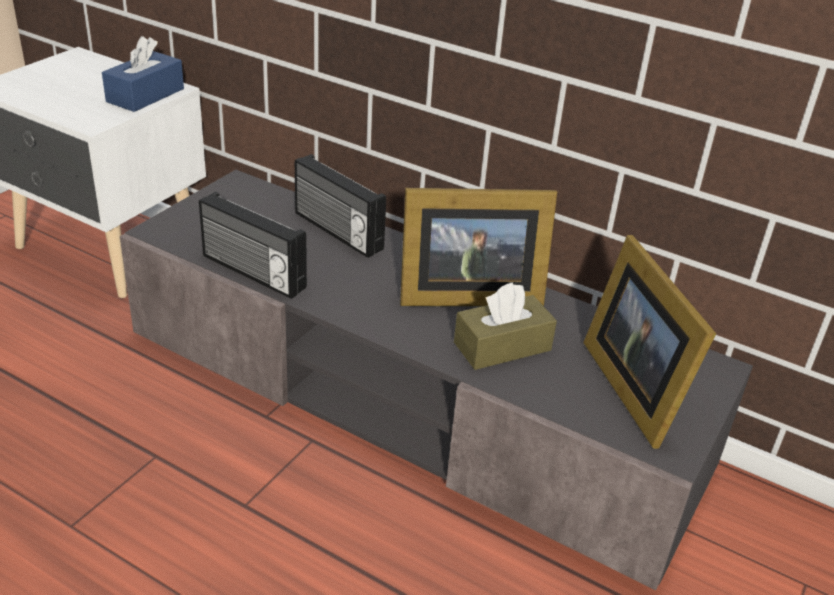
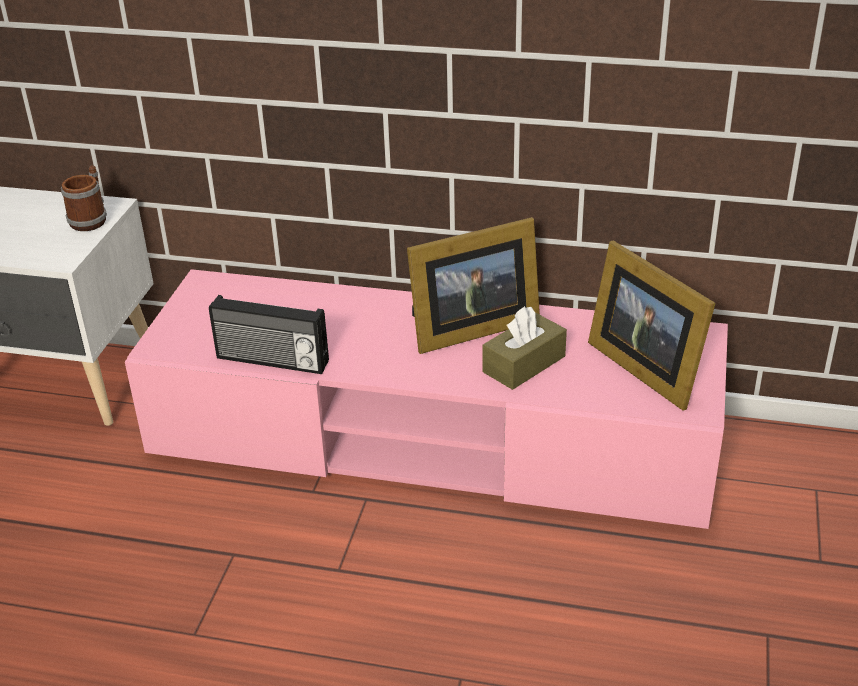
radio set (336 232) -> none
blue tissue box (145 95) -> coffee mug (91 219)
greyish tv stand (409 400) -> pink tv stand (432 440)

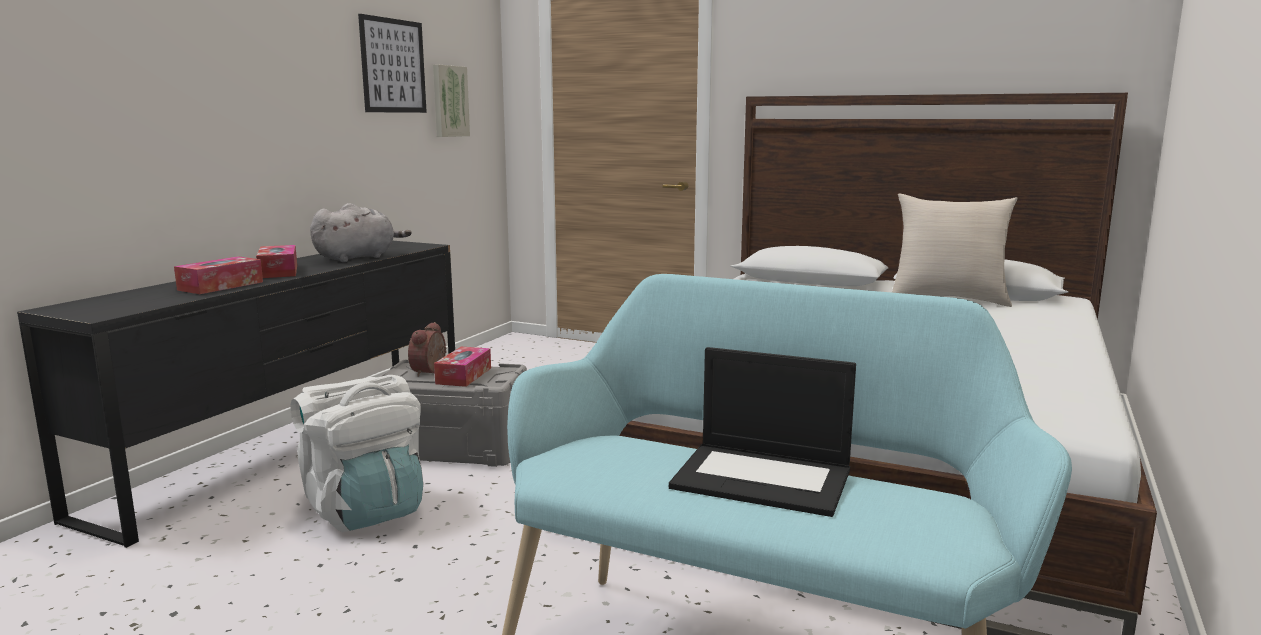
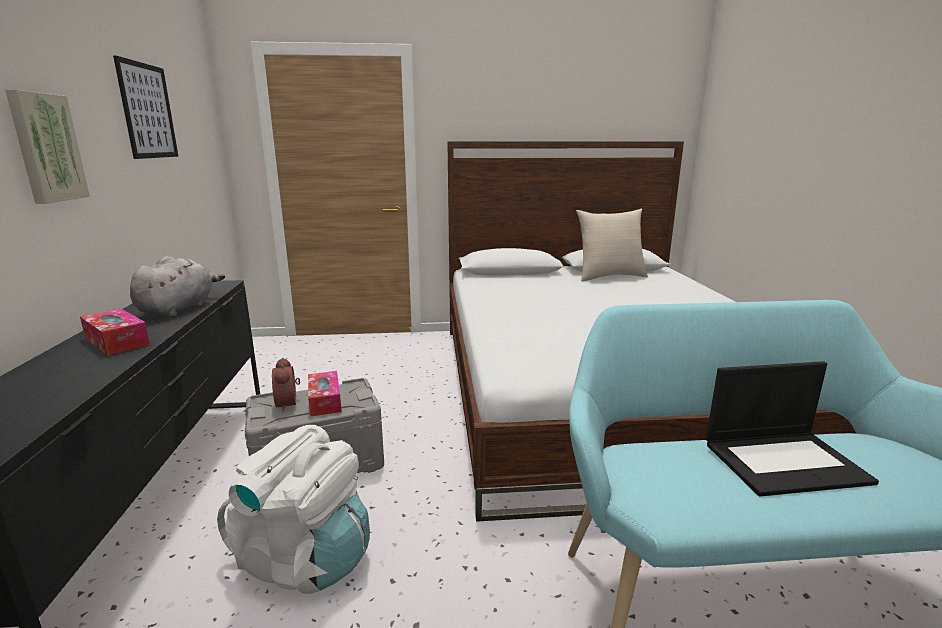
tissue box (221 286) -> none
wall picture (449 101) -> wall picture (46 148), shifted

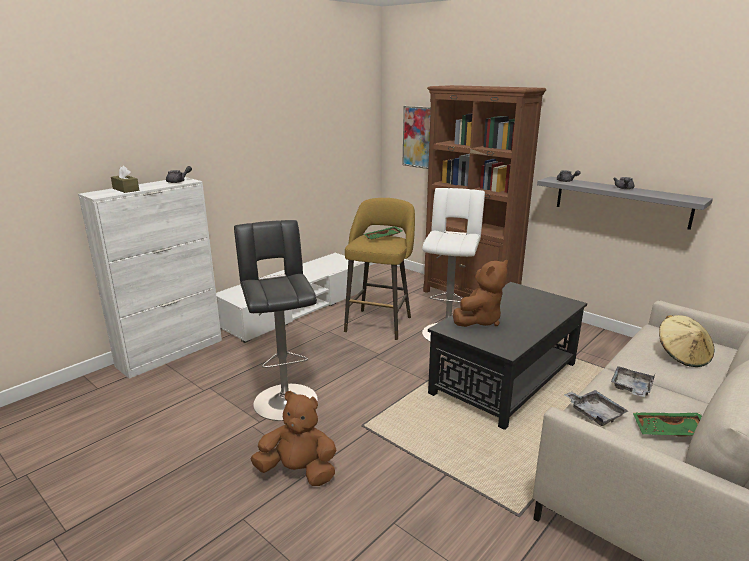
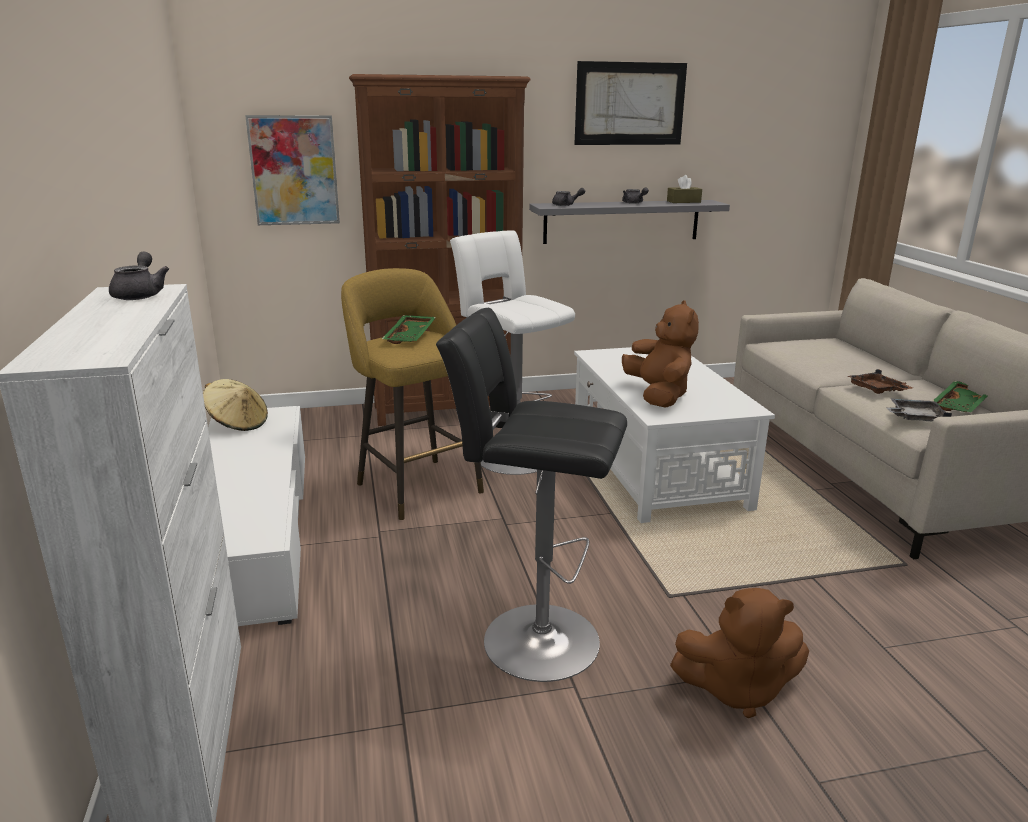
none -> wall picture (630 104)
brown-coloured tissue box (126 189) -> brown-coloured tissue box (683 201), shifted
beige wearable hat (682 356) -> beige wearable hat (237 424), shifted
black low table (504 378) -> whitish low table (656 469)
greyish serving tray (631 388) -> brown-coloured serving tray (877 390)
brown-coloured cuddly toy (298 471) -> brown-coloured cuddly toy (736 689), 135 degrees counterclockwise

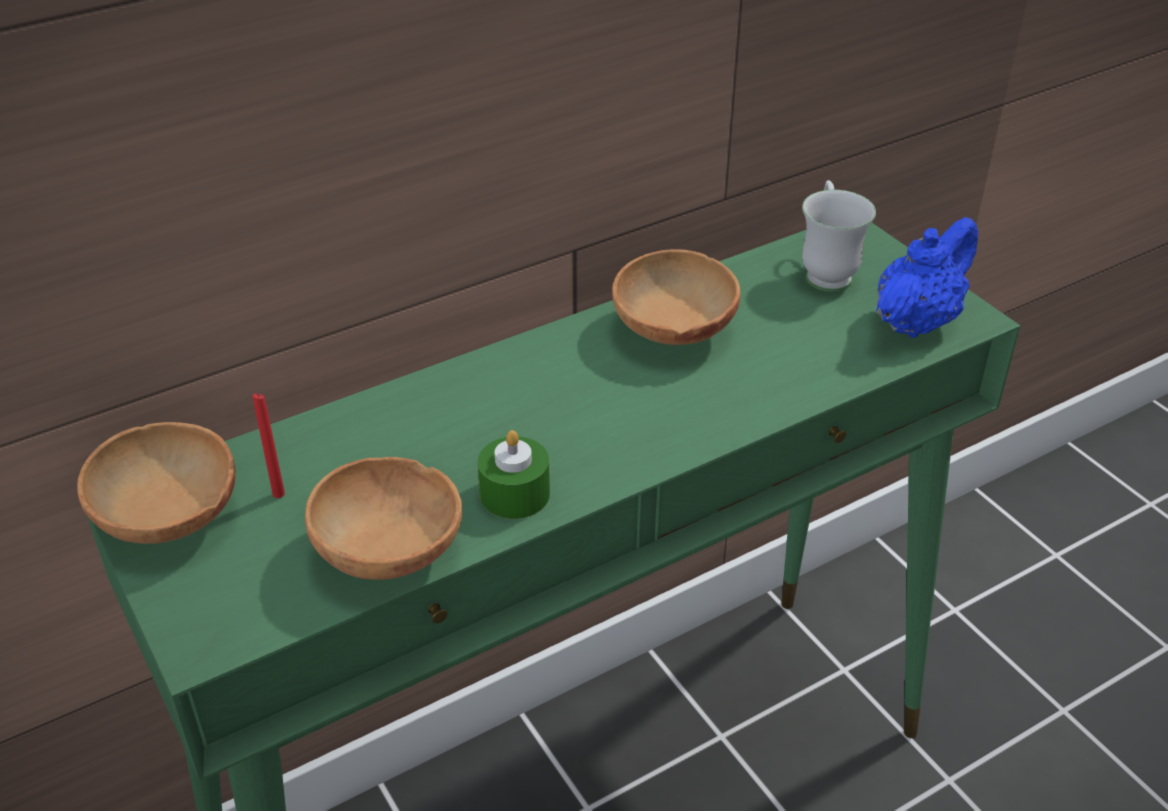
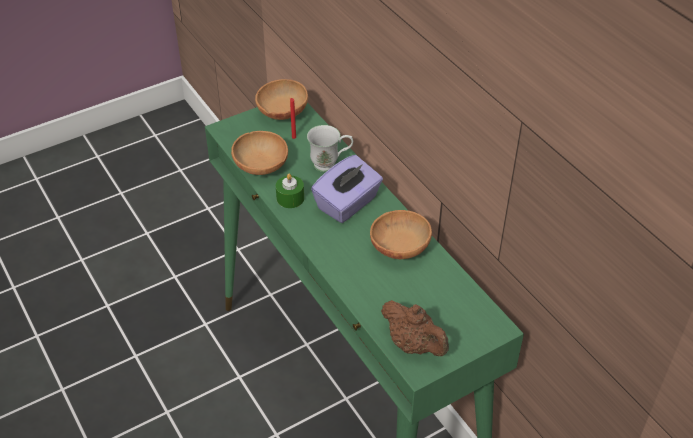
none -> purple tissue box (347 204)
whitish coffee mug (826 271) -> whitish coffee mug (330 164), shifted
blue teapot (916 321) -> brown-coloured teapot (414 345)

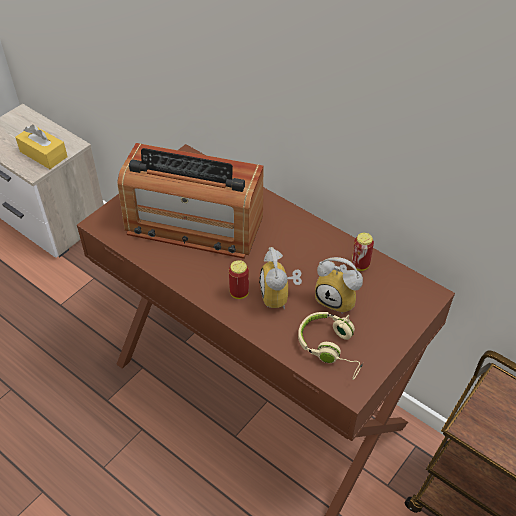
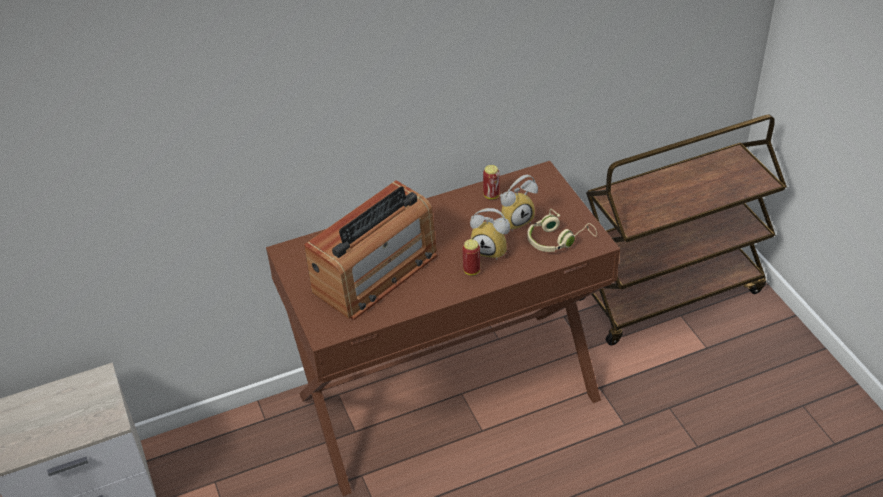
yellow-coloured tissue box (43 154) -> none

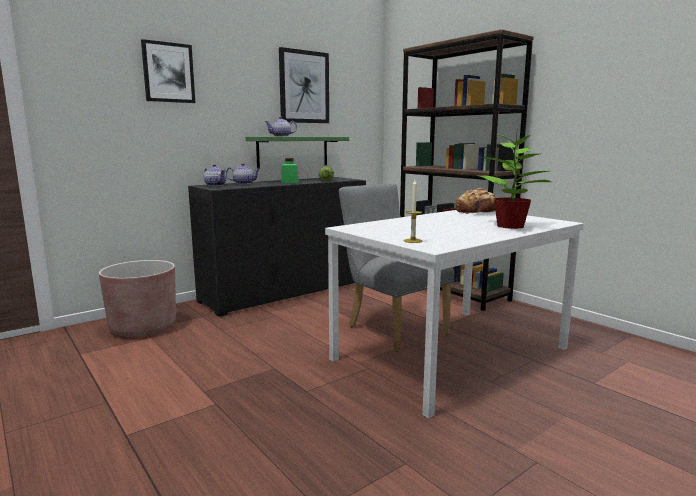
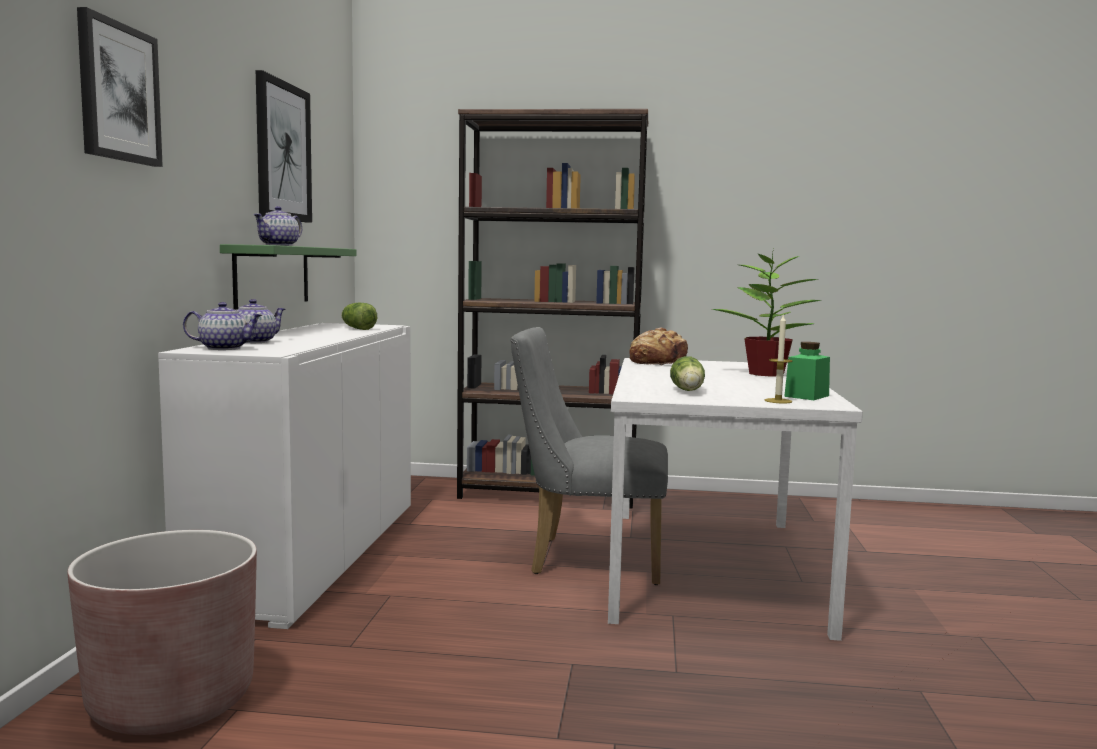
none -> lettuce (687 391)
greenish storage jar (289 182) -> greenish storage jar (806 396), shifted
black cabinet (285 292) -> whitish cabinet (312 554)

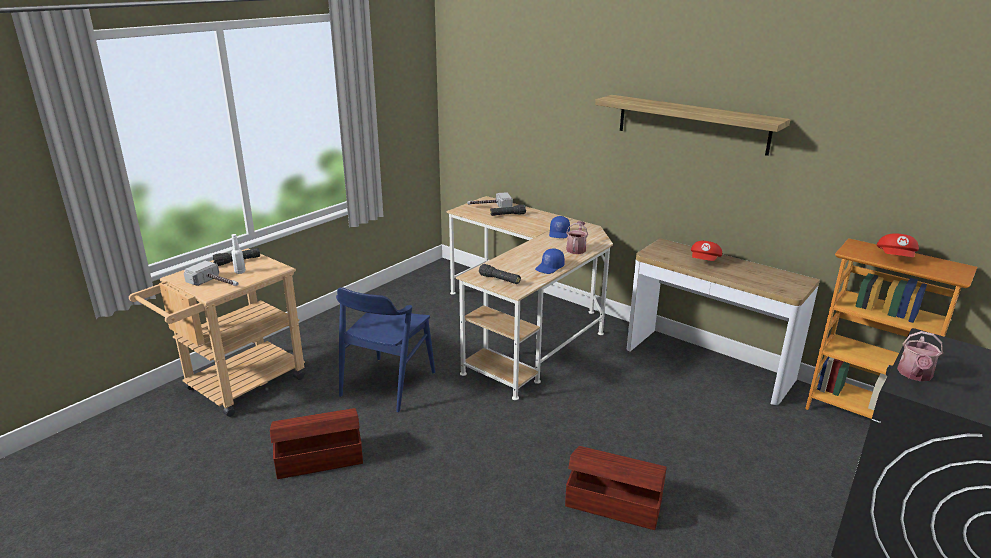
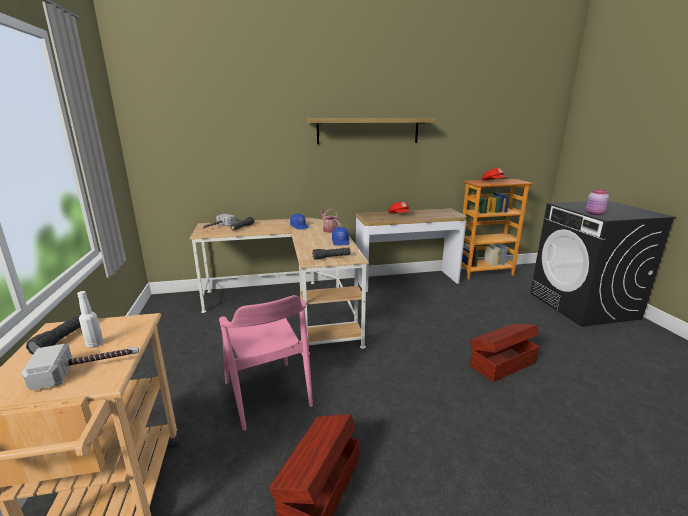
watering can (914 375) -> pink storage jar (594 214)
blue upright chair (387 384) -> pink upright chair (267 394)

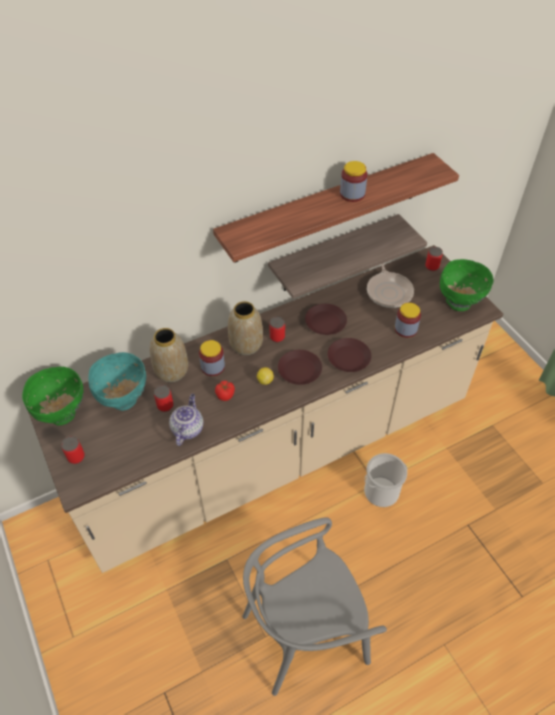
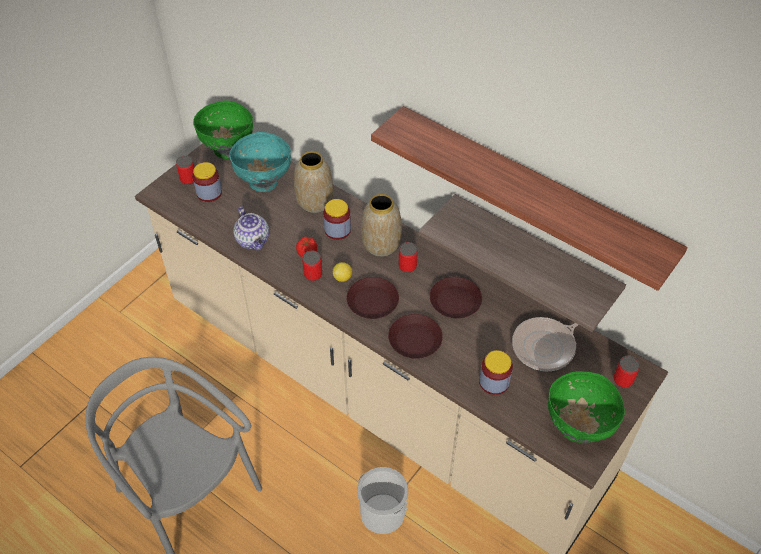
metal can (165 405) -> metal can (313 274), shifted
storage jar (352 194) -> storage jar (209 193), shifted
teapot (187 428) -> teapot (253 240), 75 degrees clockwise

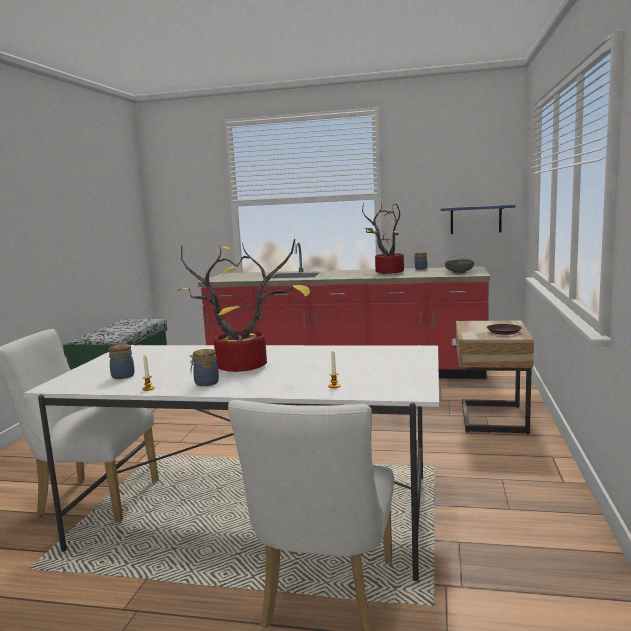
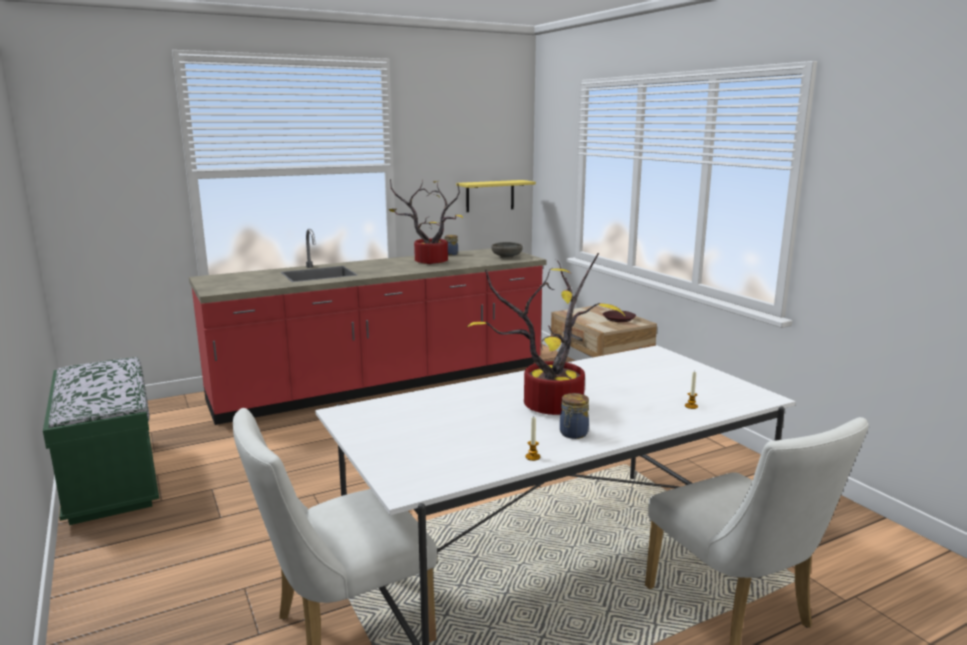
storage jar (123 376) -> none
blue shelf (475 219) -> yellow-coloured shelf (490 196)

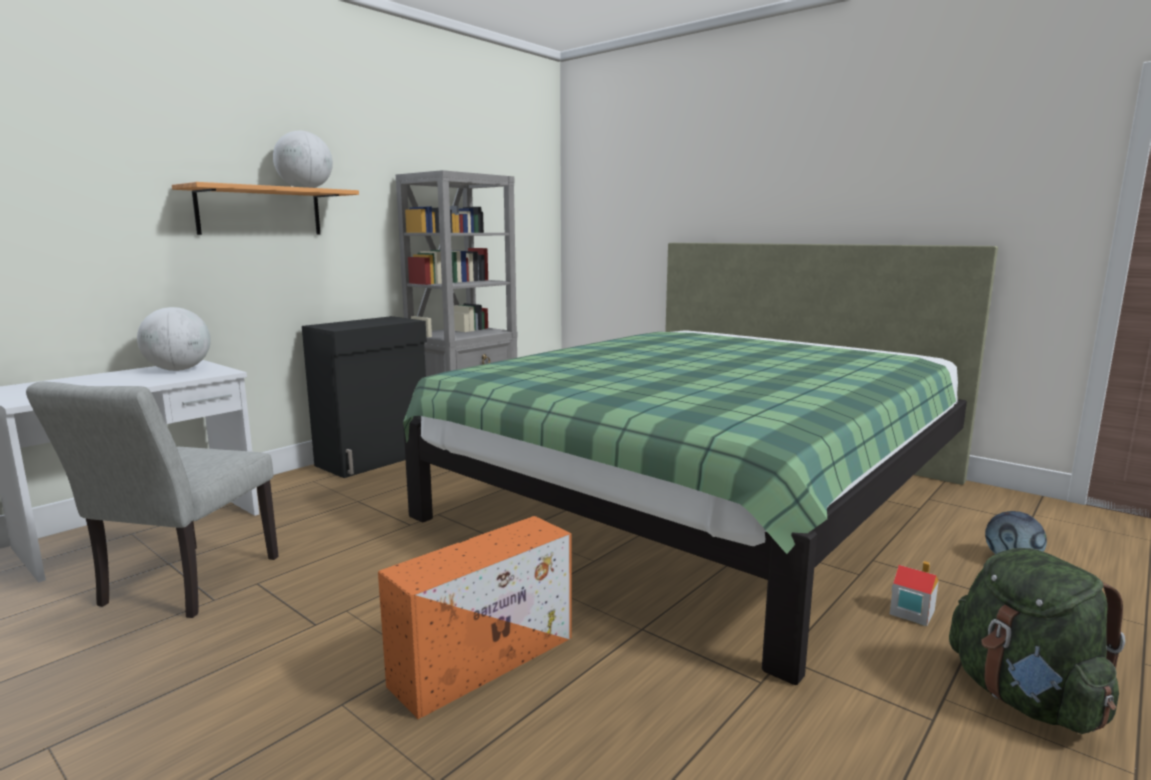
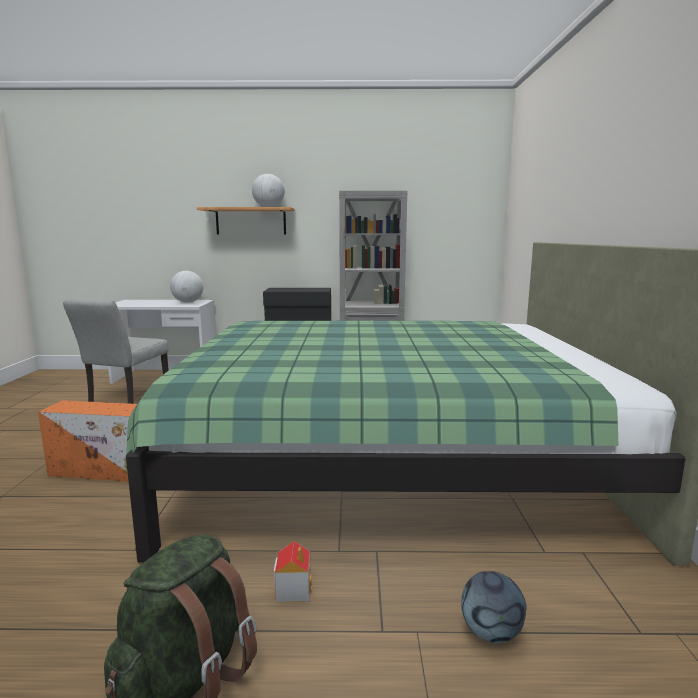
greyish upright chair (182 586) -> greyish upright chair (125 400), 45 degrees counterclockwise

